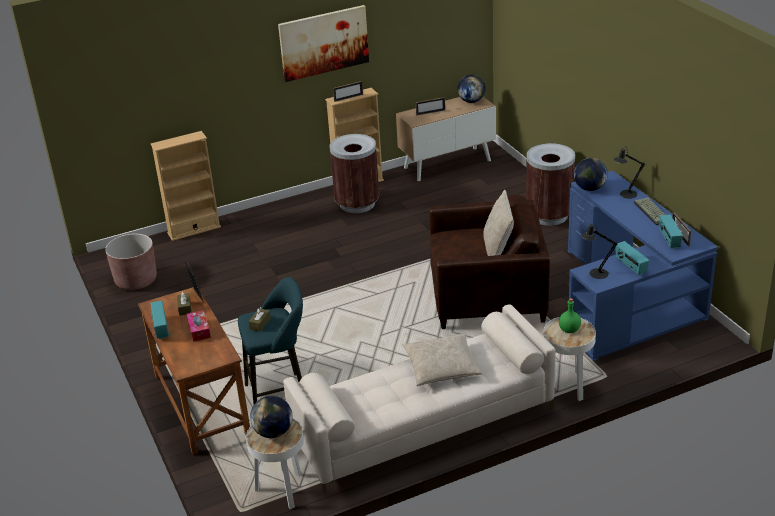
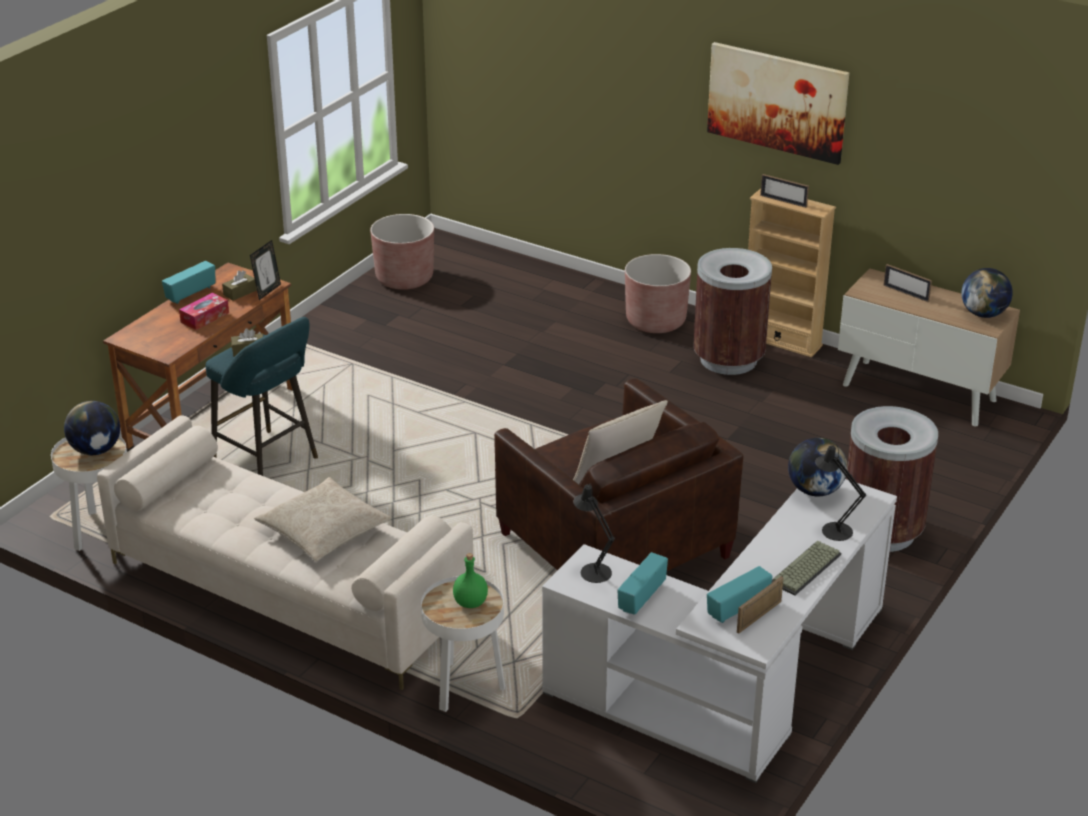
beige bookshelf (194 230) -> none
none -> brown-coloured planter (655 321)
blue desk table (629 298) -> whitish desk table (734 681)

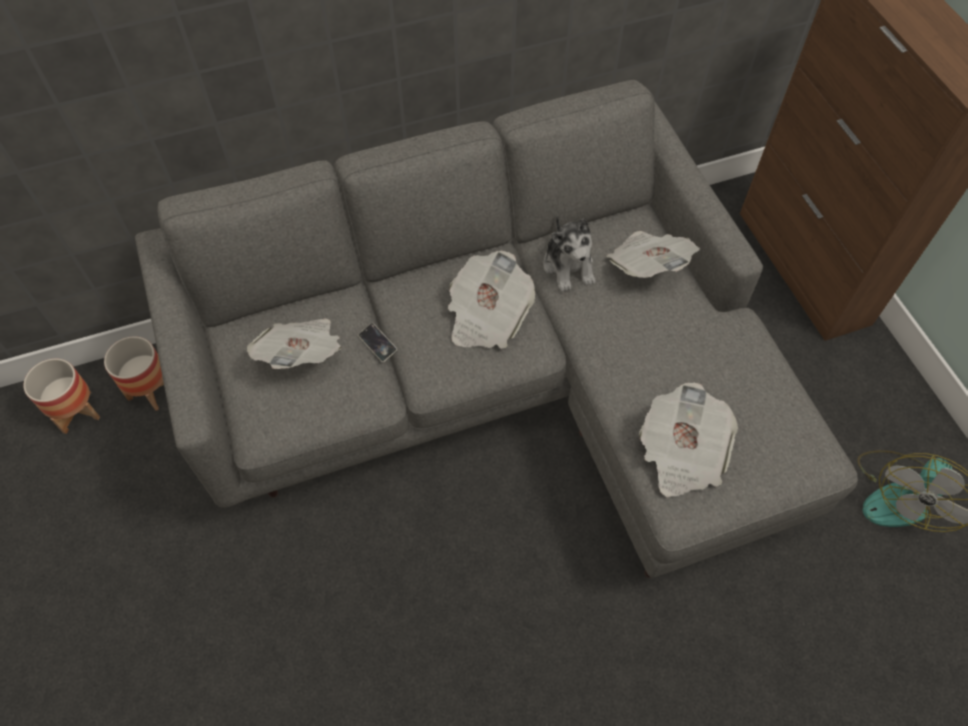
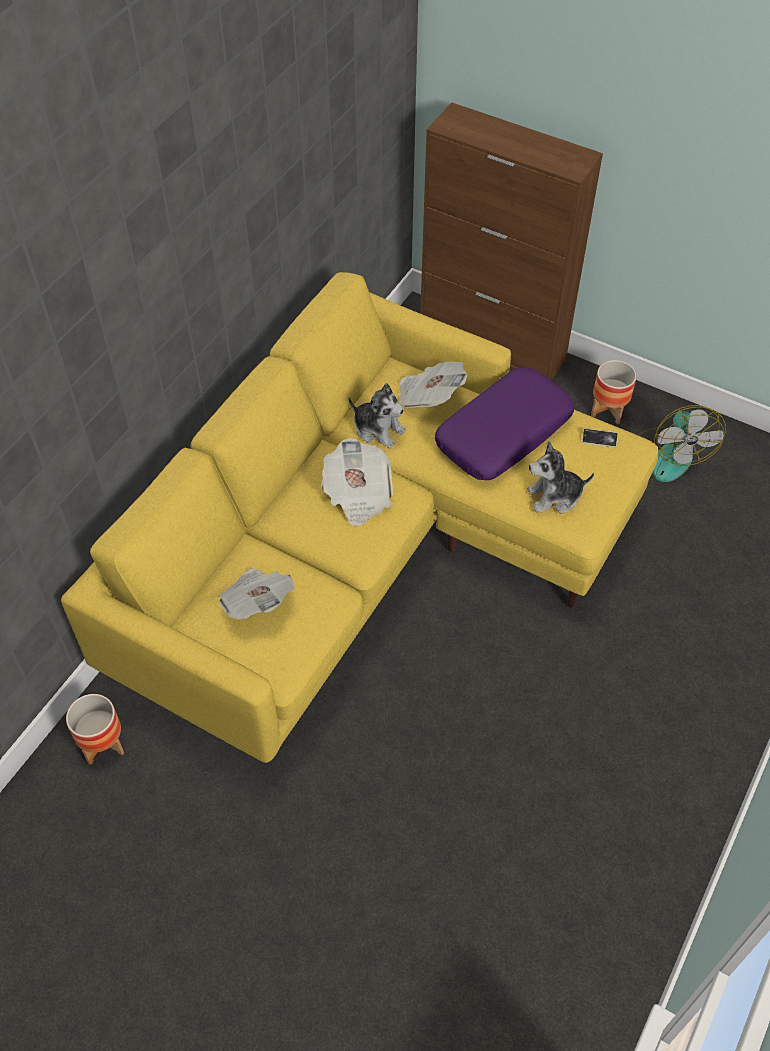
none -> purple throw pillow (503 433)
planter (77 412) -> planter (608 410), shifted
phone (377 344) -> phone (599 439), shifted
printed paper (681 454) -> cuddly toy (555 496)
greyish couch (501 382) -> yellow-coloured couch (365 554)

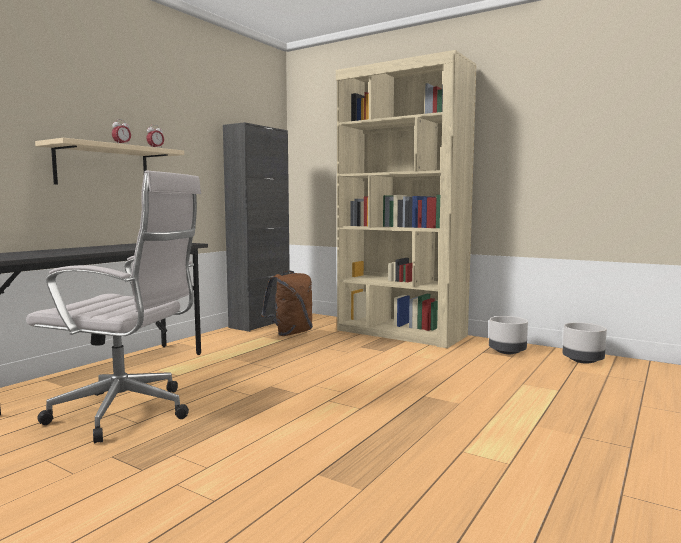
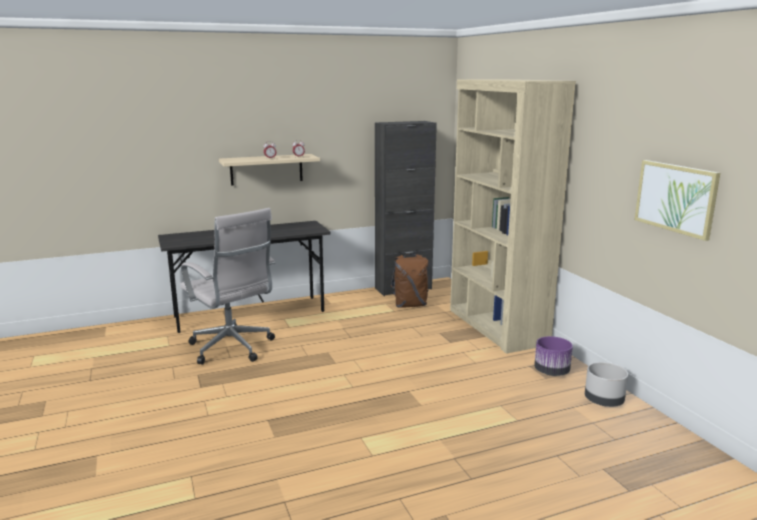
none -> wall picture (676 198)
greyish planter (506 352) -> purple planter (551 372)

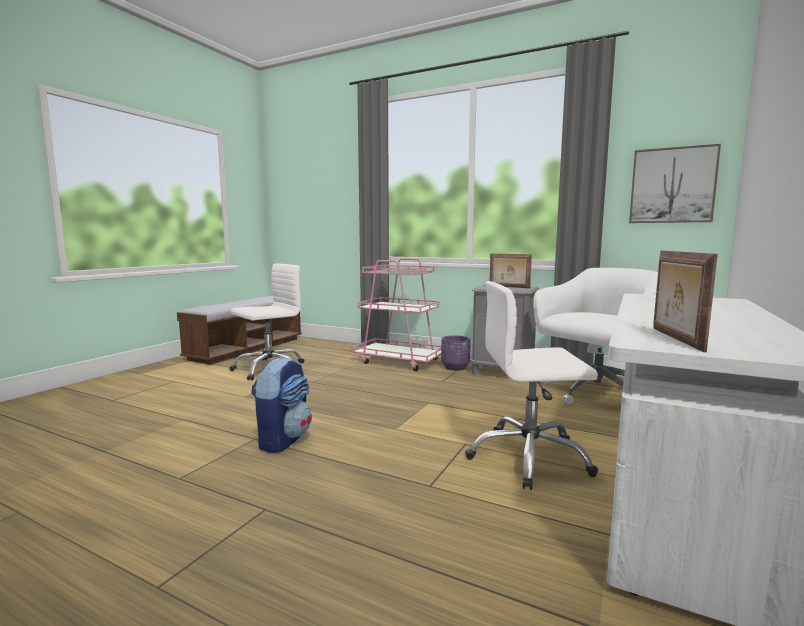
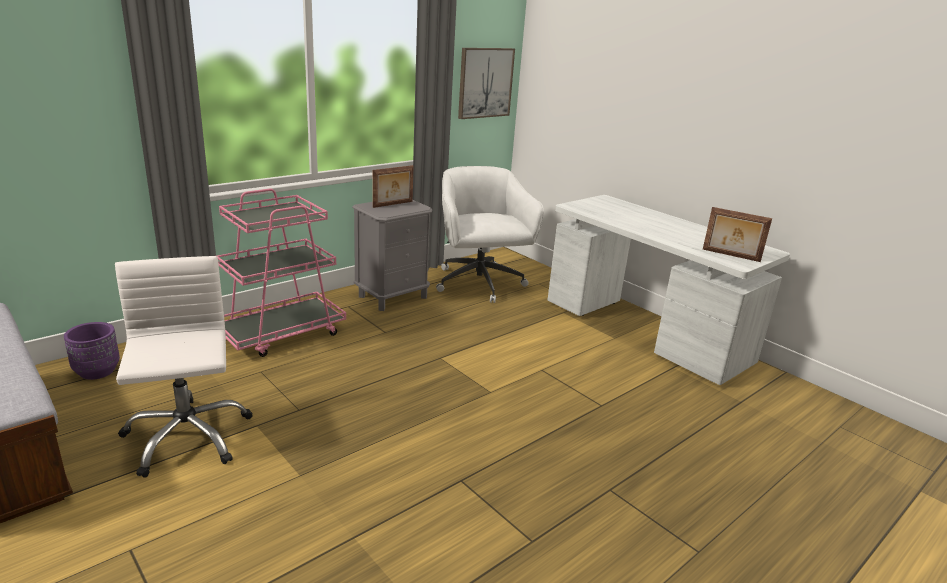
backpack (283 440) -> none
whitish office chair (529 458) -> none
purple planter (455 367) -> purple planter (97 371), shifted

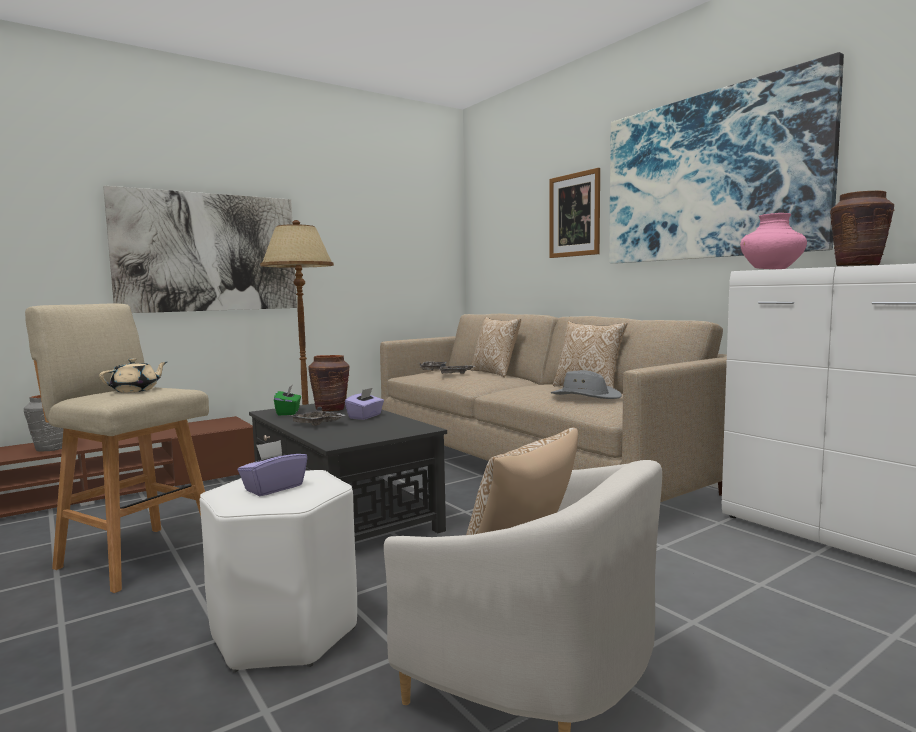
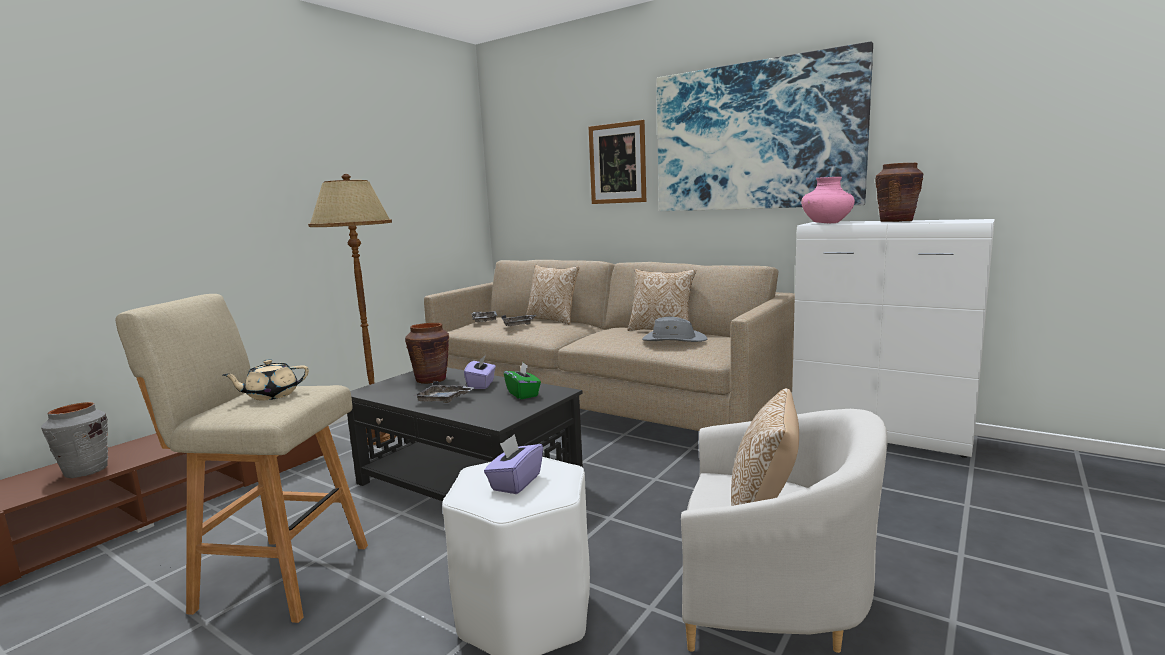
wall picture (208 252) -> none
greenish tissue box (288 412) -> greenish tissue box (523 394), shifted
beige teapot (136 390) -> beige teapot (271 395), 135 degrees counterclockwise

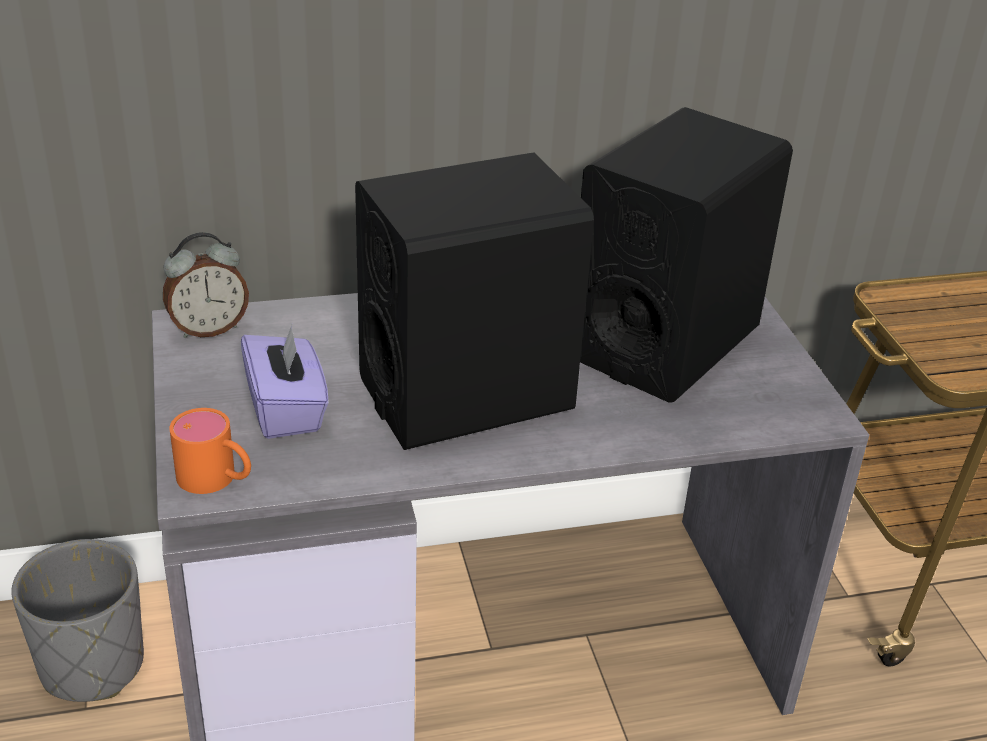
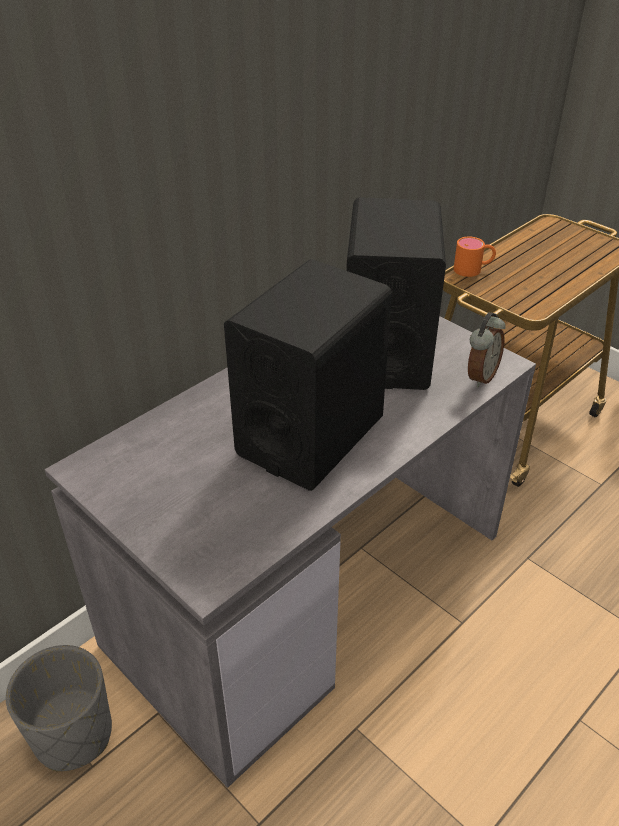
purple tissue box (286 410) -> none
bedside clock (208 329) -> bedside clock (480 376), shifted
orange coffee mug (217 479) -> orange coffee mug (473 269), shifted

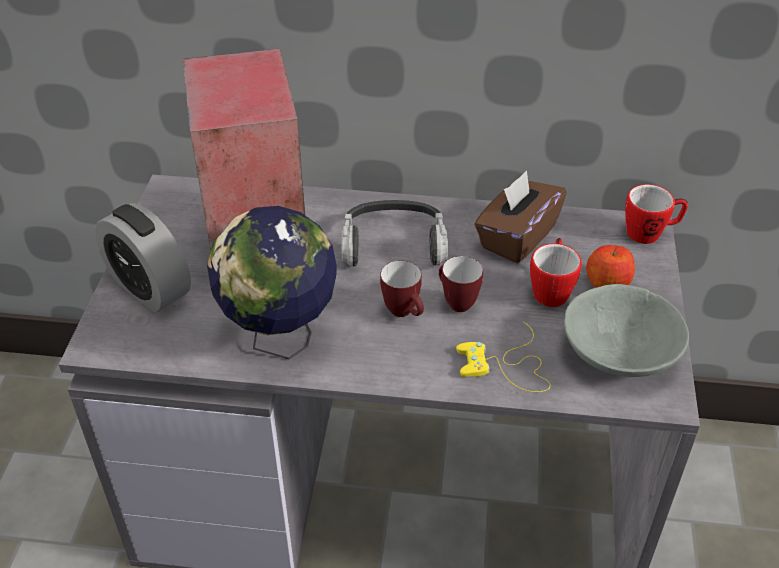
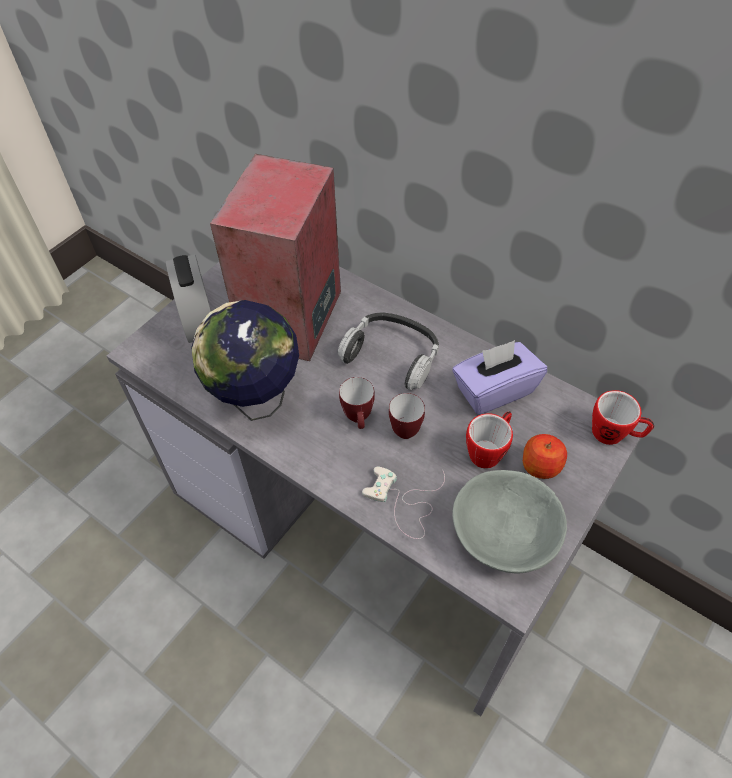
yellow-coloured gamepad (507 366) -> whitish gamepad (404 502)
brown-coloured tissue box (516 237) -> purple tissue box (494 390)

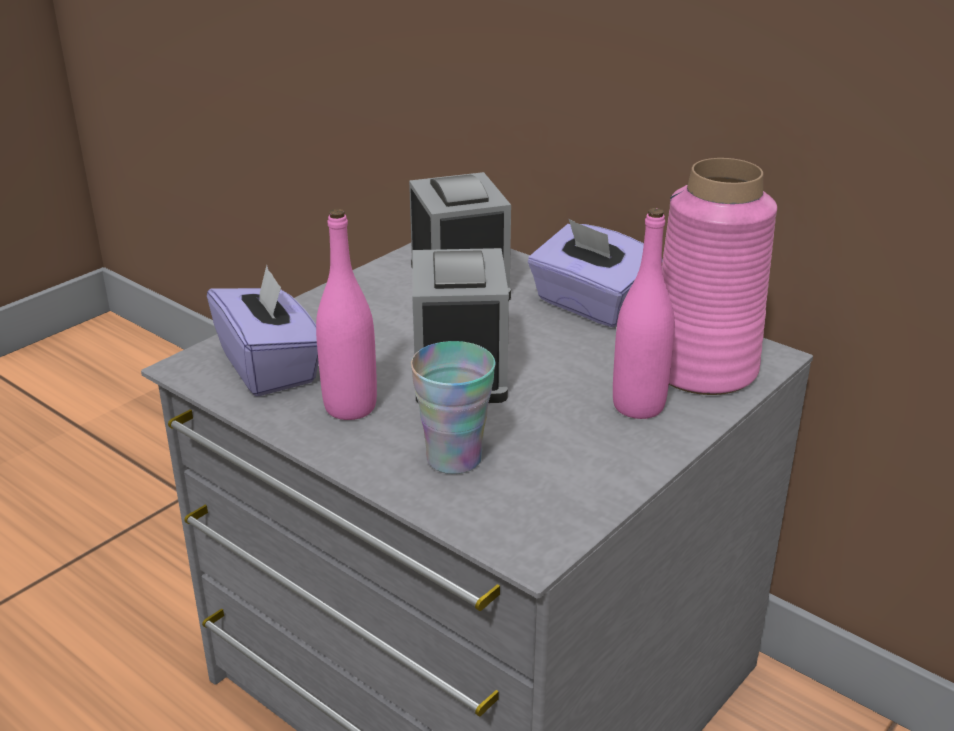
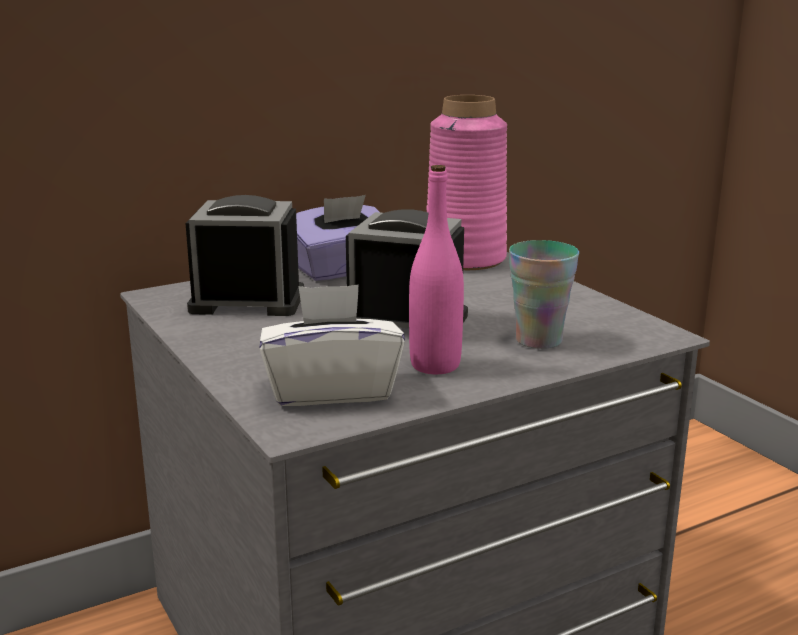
pink beverage bottle (638 406) -> none
purple tissue box (270 367) -> whitish tissue box (331 390)

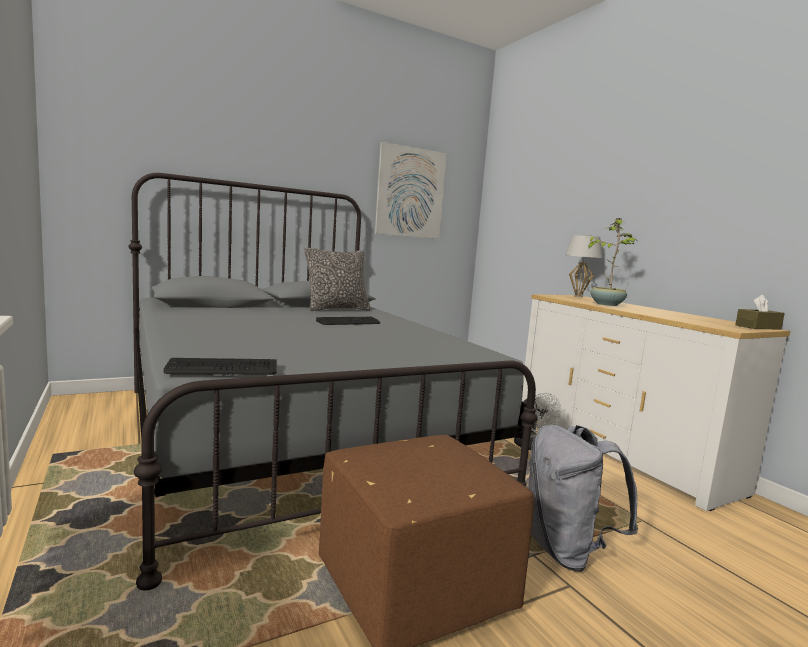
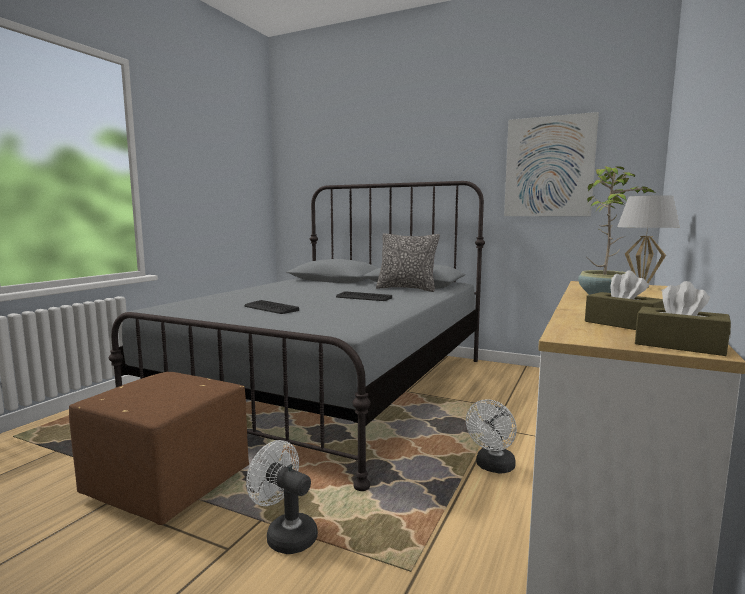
none -> brown-coloured tissue box (623 324)
keyboard (223 369) -> keyboard (270 308), shifted
greyish backpack (566 551) -> whitish electric fan (285 535)

